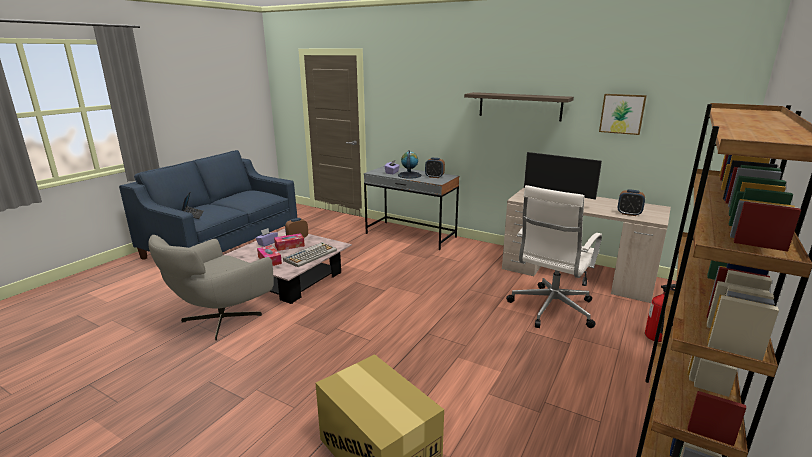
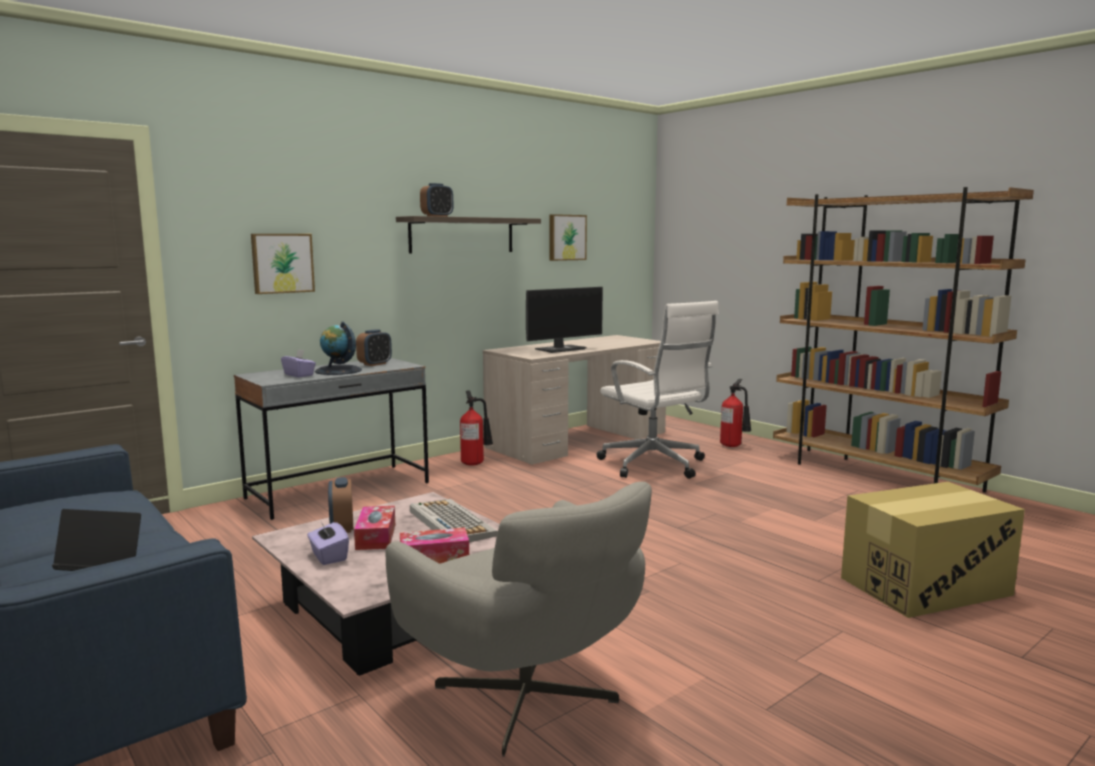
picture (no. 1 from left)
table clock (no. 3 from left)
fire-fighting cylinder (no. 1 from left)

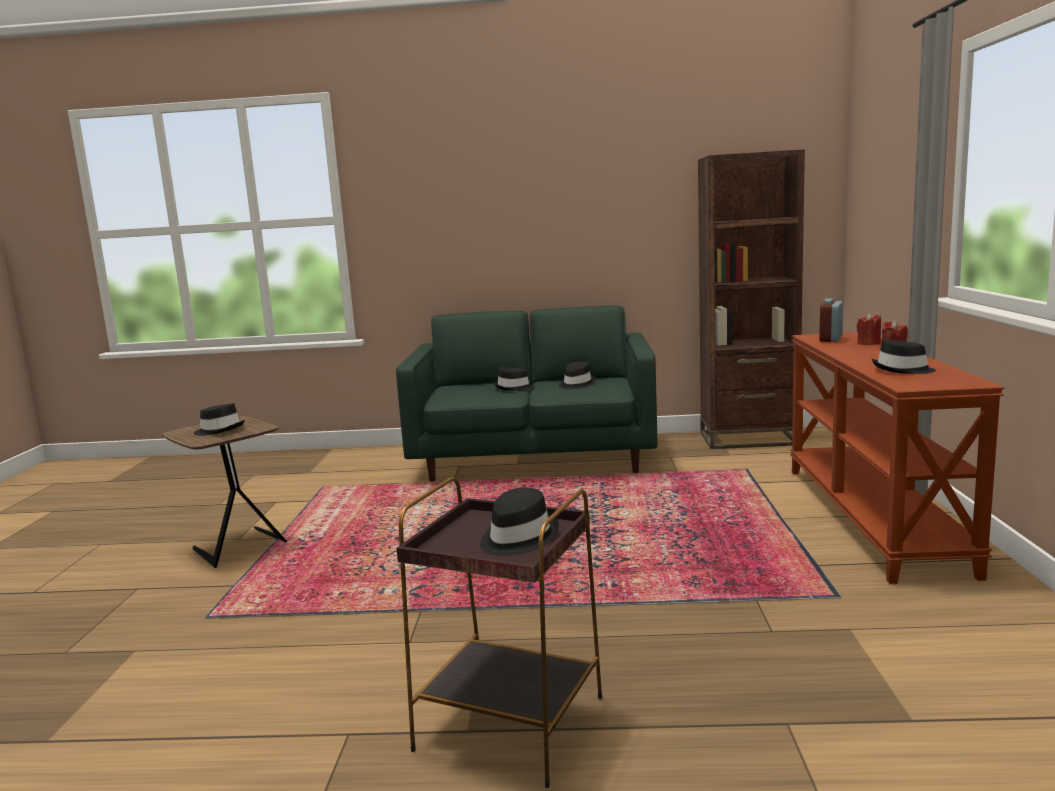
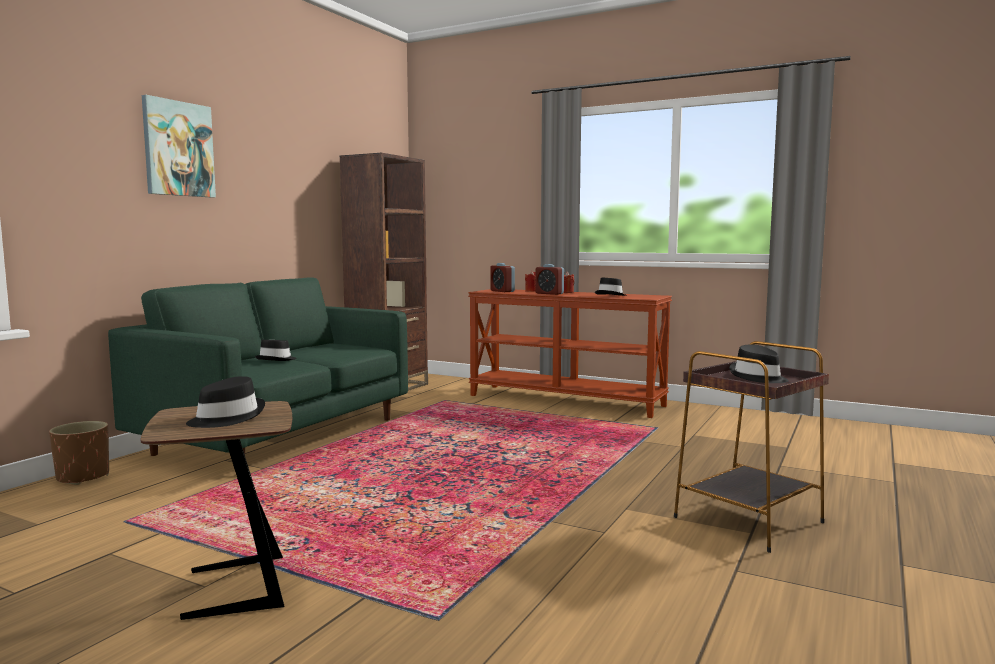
brown-coloured plant pot
picture
table clock (no. 2 from left)
black hat (no. 4 from left in the first image)

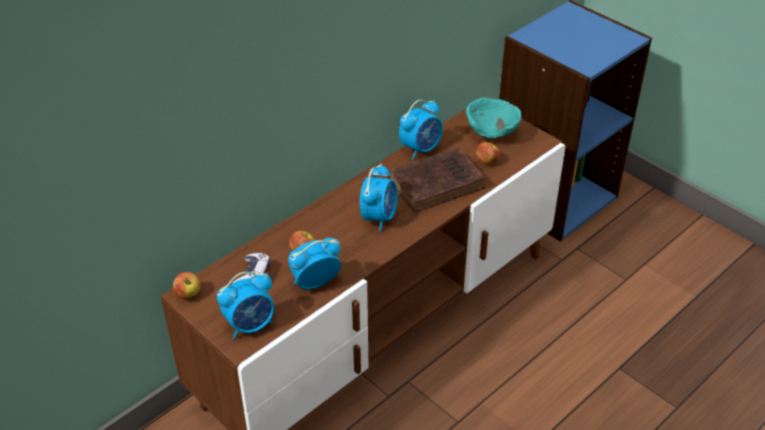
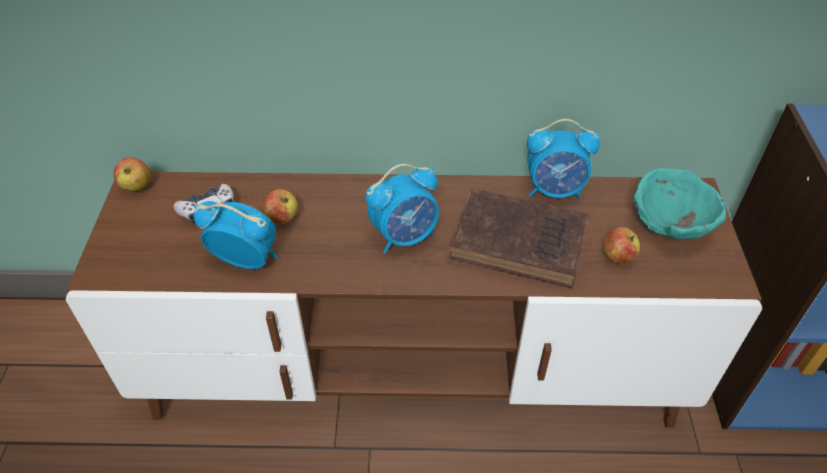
table clock (no. 1 from left in the first image)

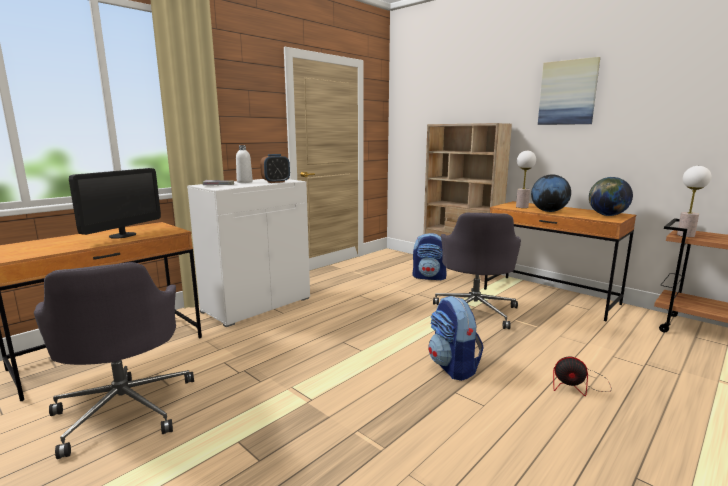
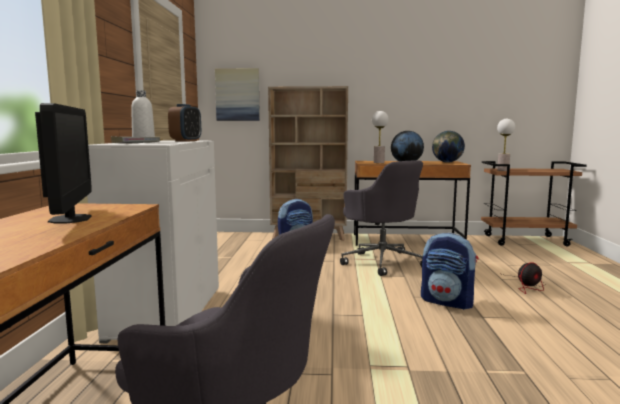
picture

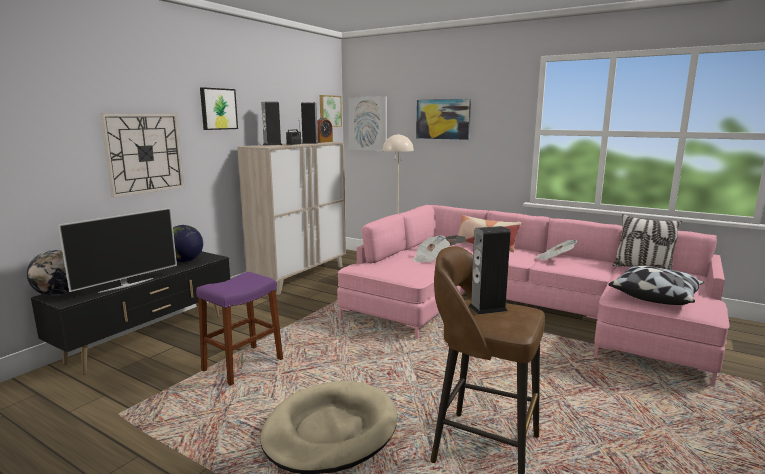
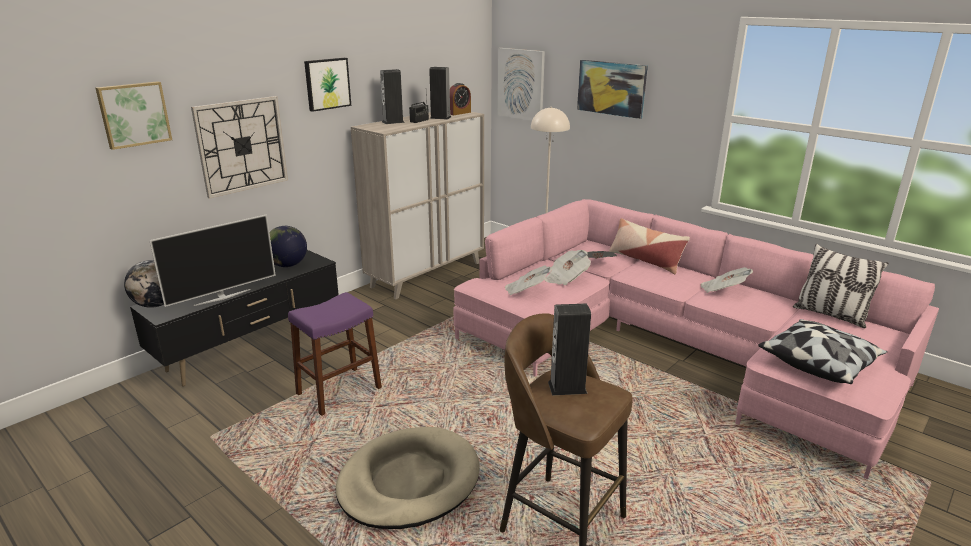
picture (no. 1 from left)
printed paper (no. 1 from left)

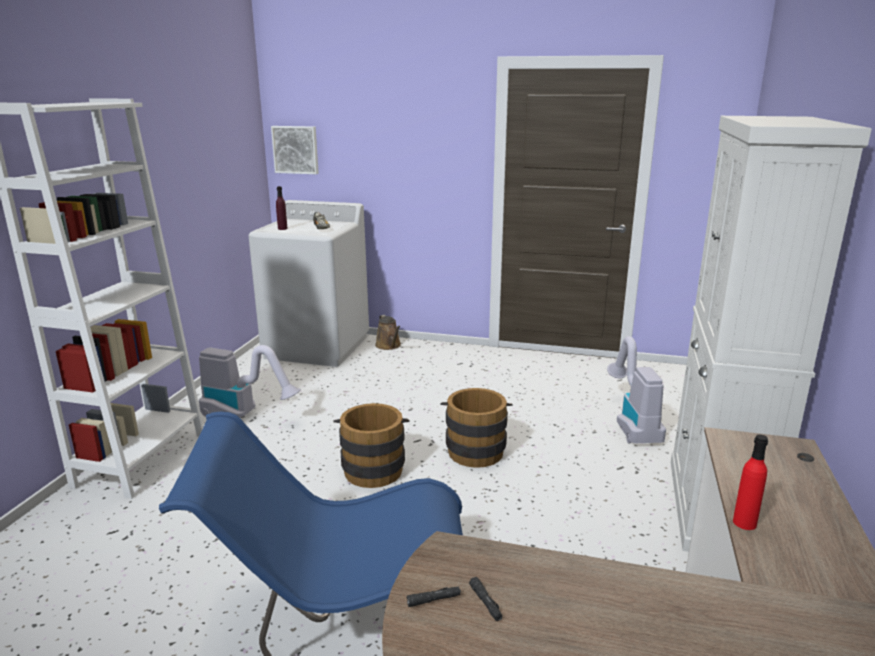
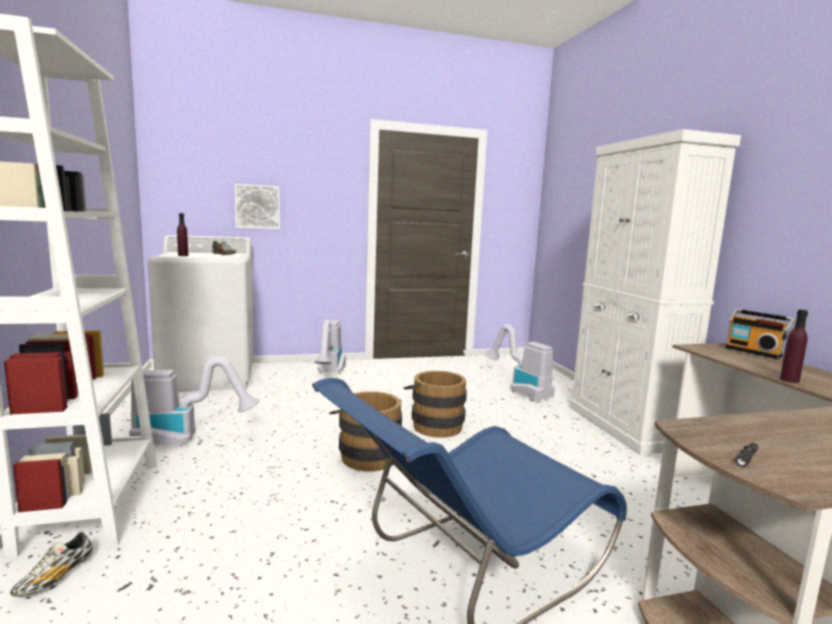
low shoe (no. 1 from left)
picture
hoover (no. 2 from left)
radio receiver
purplish bottle (no. 2 from left)
brown-coloured sprinkling can
black flashlight (no. 2 from left in the first image)

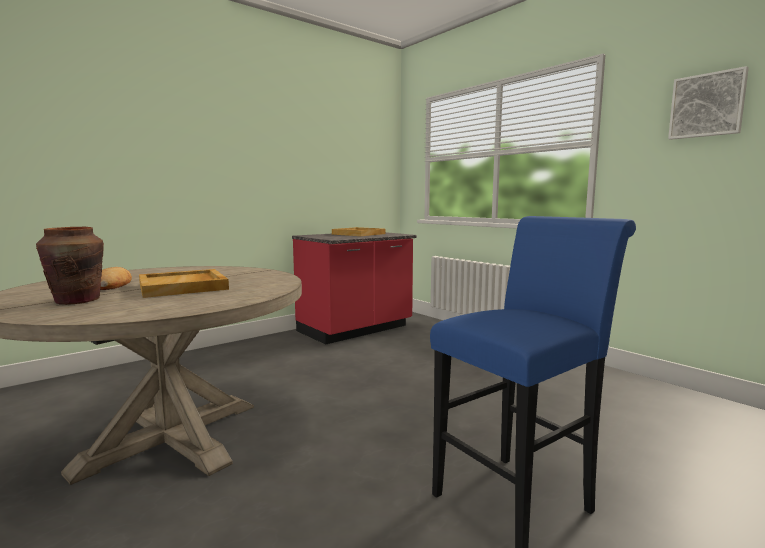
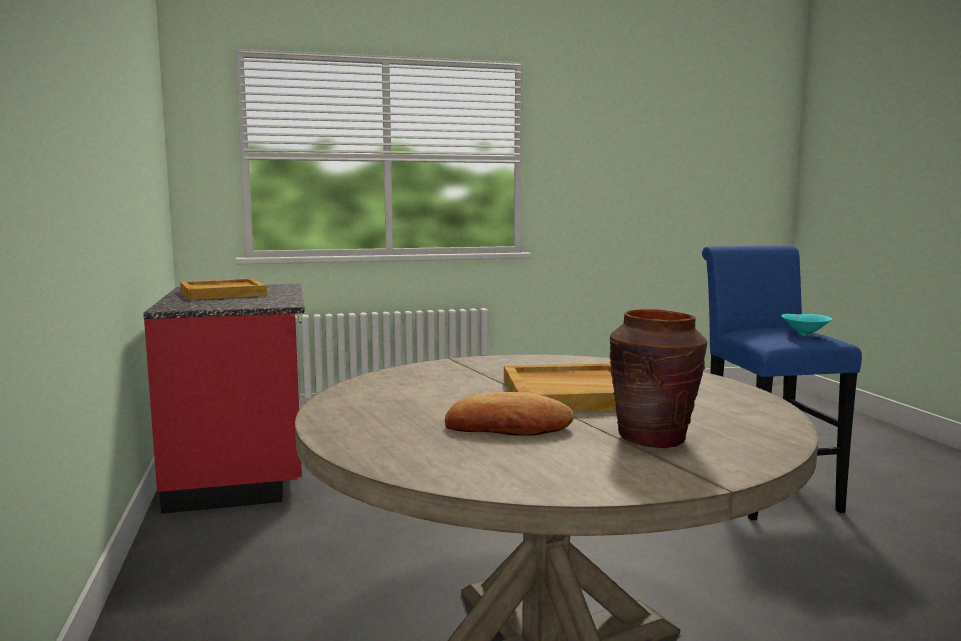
turquoise bowl
picture

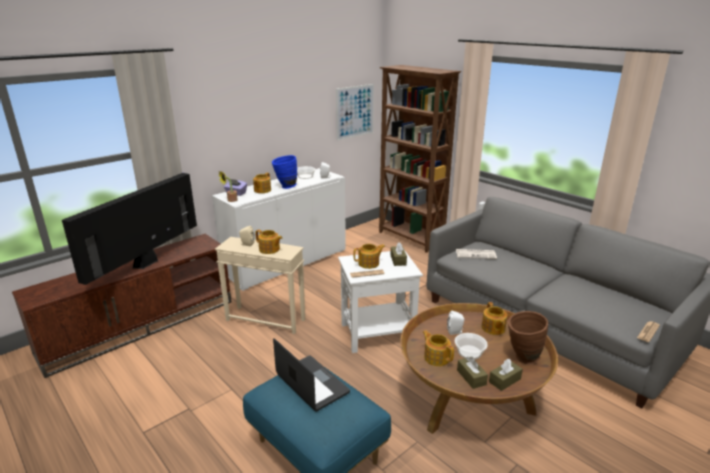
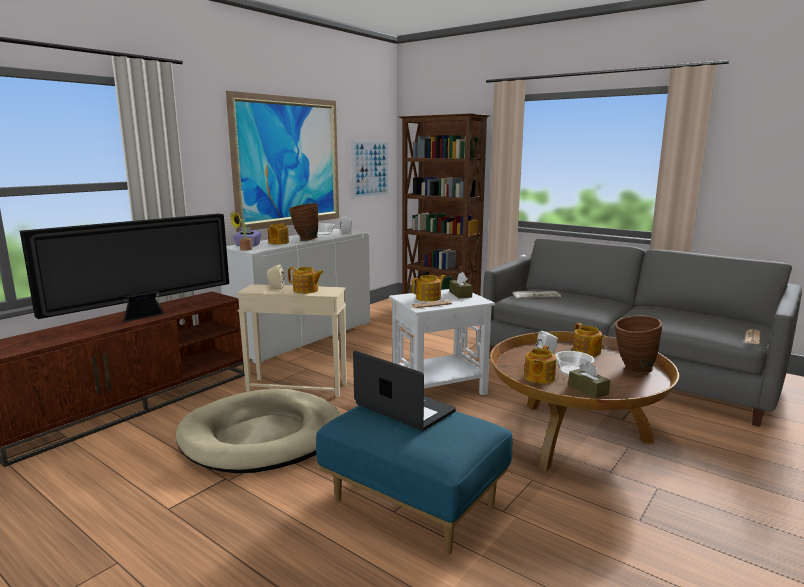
TV
sand-coloured dog bed
picture (no. 1 from left)
brown-coloured vase (no. 1 from left)
teapot (no. 4 from left)
brown-coloured tissue box (no. 3 from left in the first image)

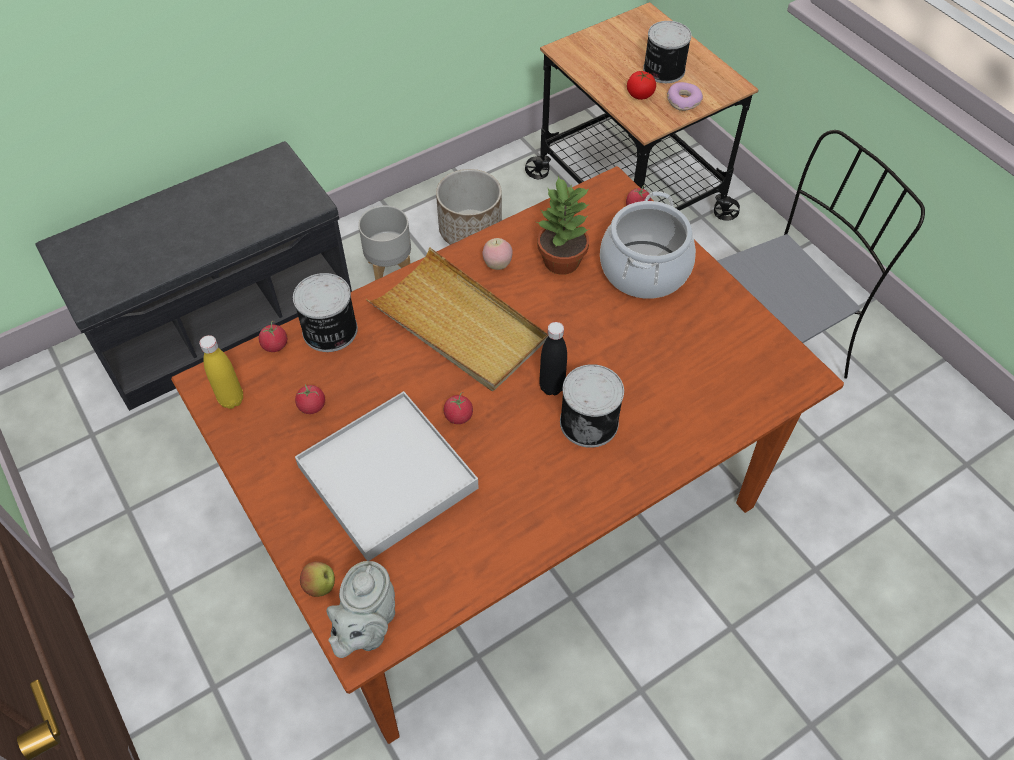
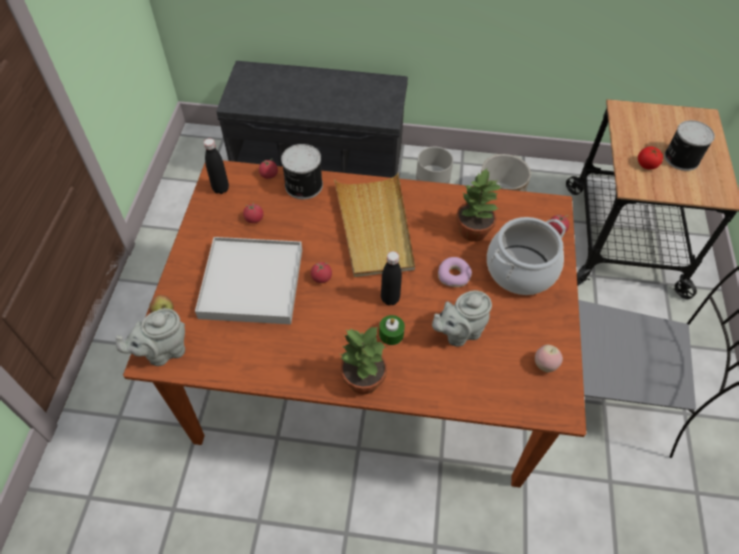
black bottle (no. 1 from left)
houseplant (no. 1 from left)
green wax candle
grey teapot (no. 2 from left)
ring doughnut
apple (no. 2 from left)

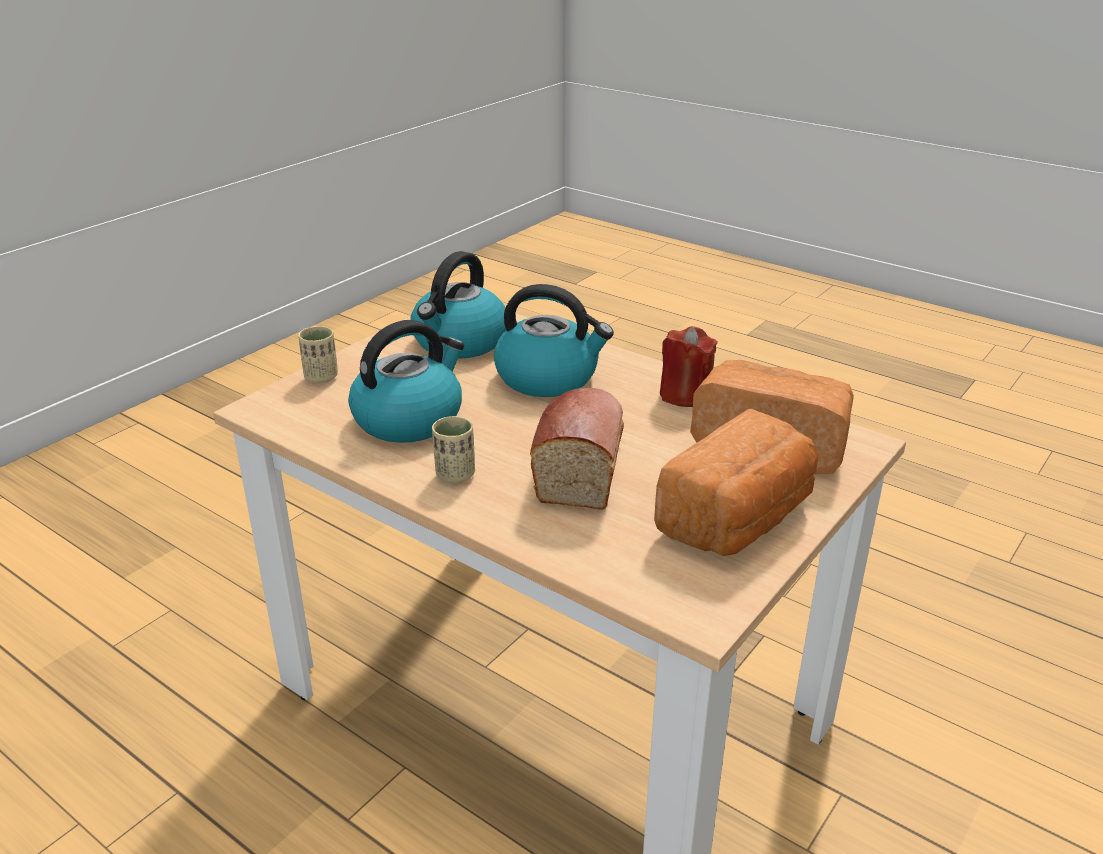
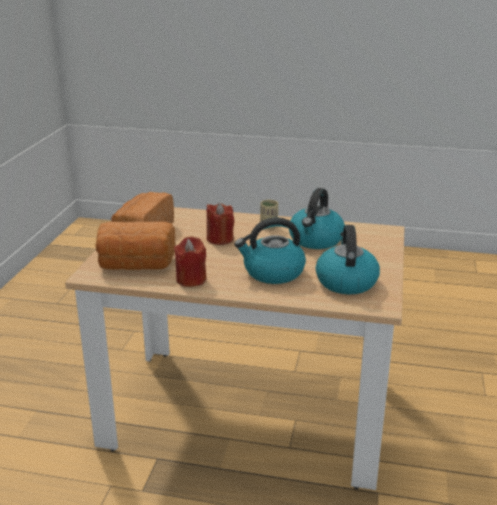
red wax candle (no. 2 from left)
sand-coloured cup (no. 1 from left in the first image)

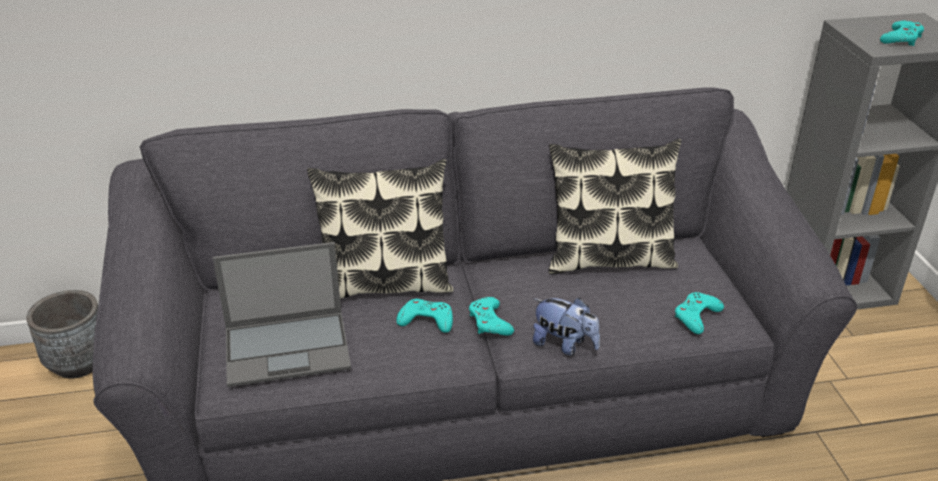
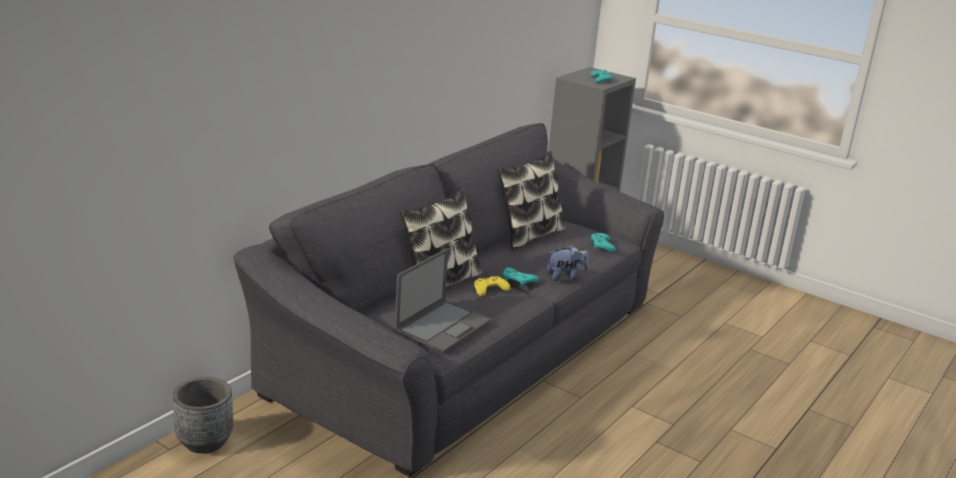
yellow joypad

